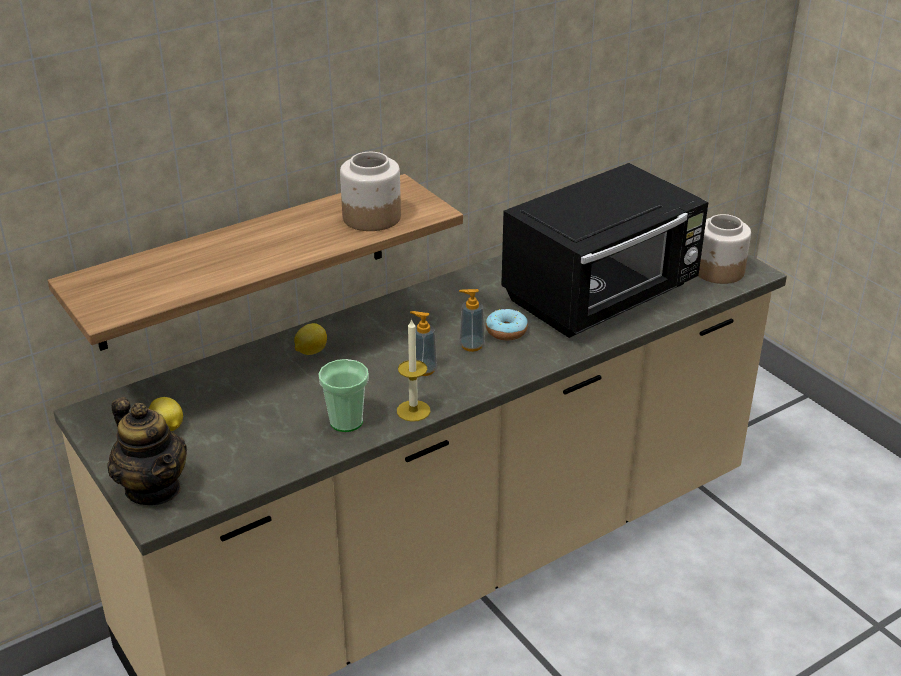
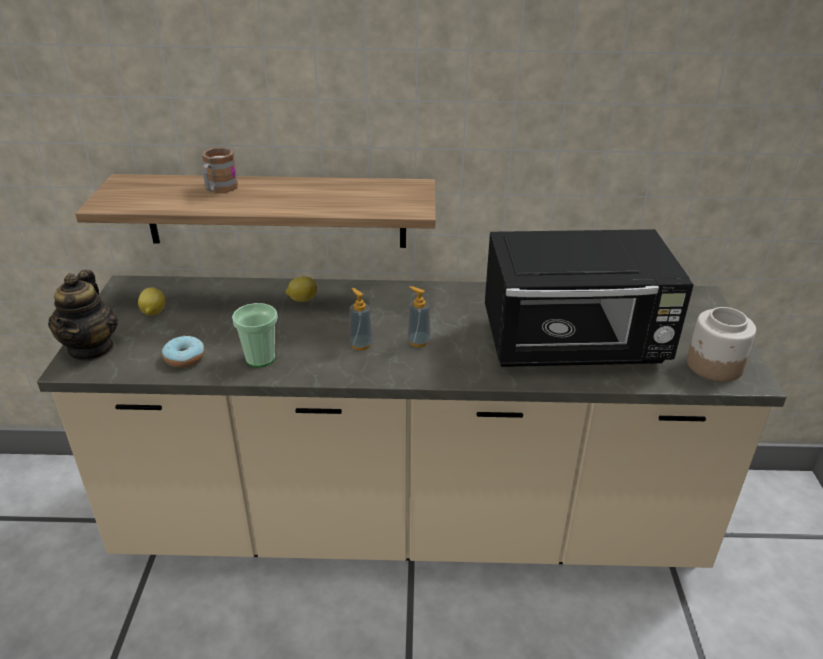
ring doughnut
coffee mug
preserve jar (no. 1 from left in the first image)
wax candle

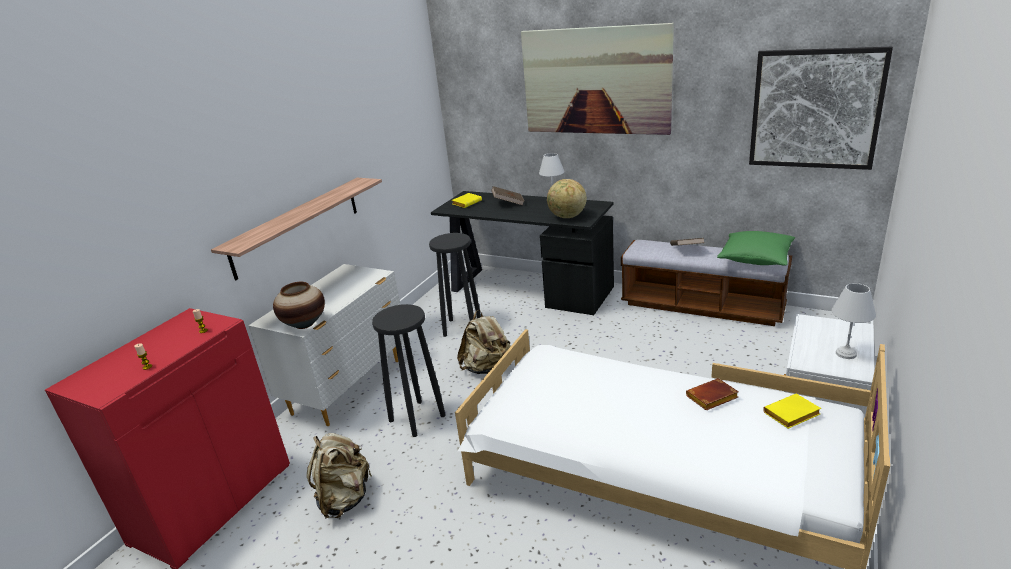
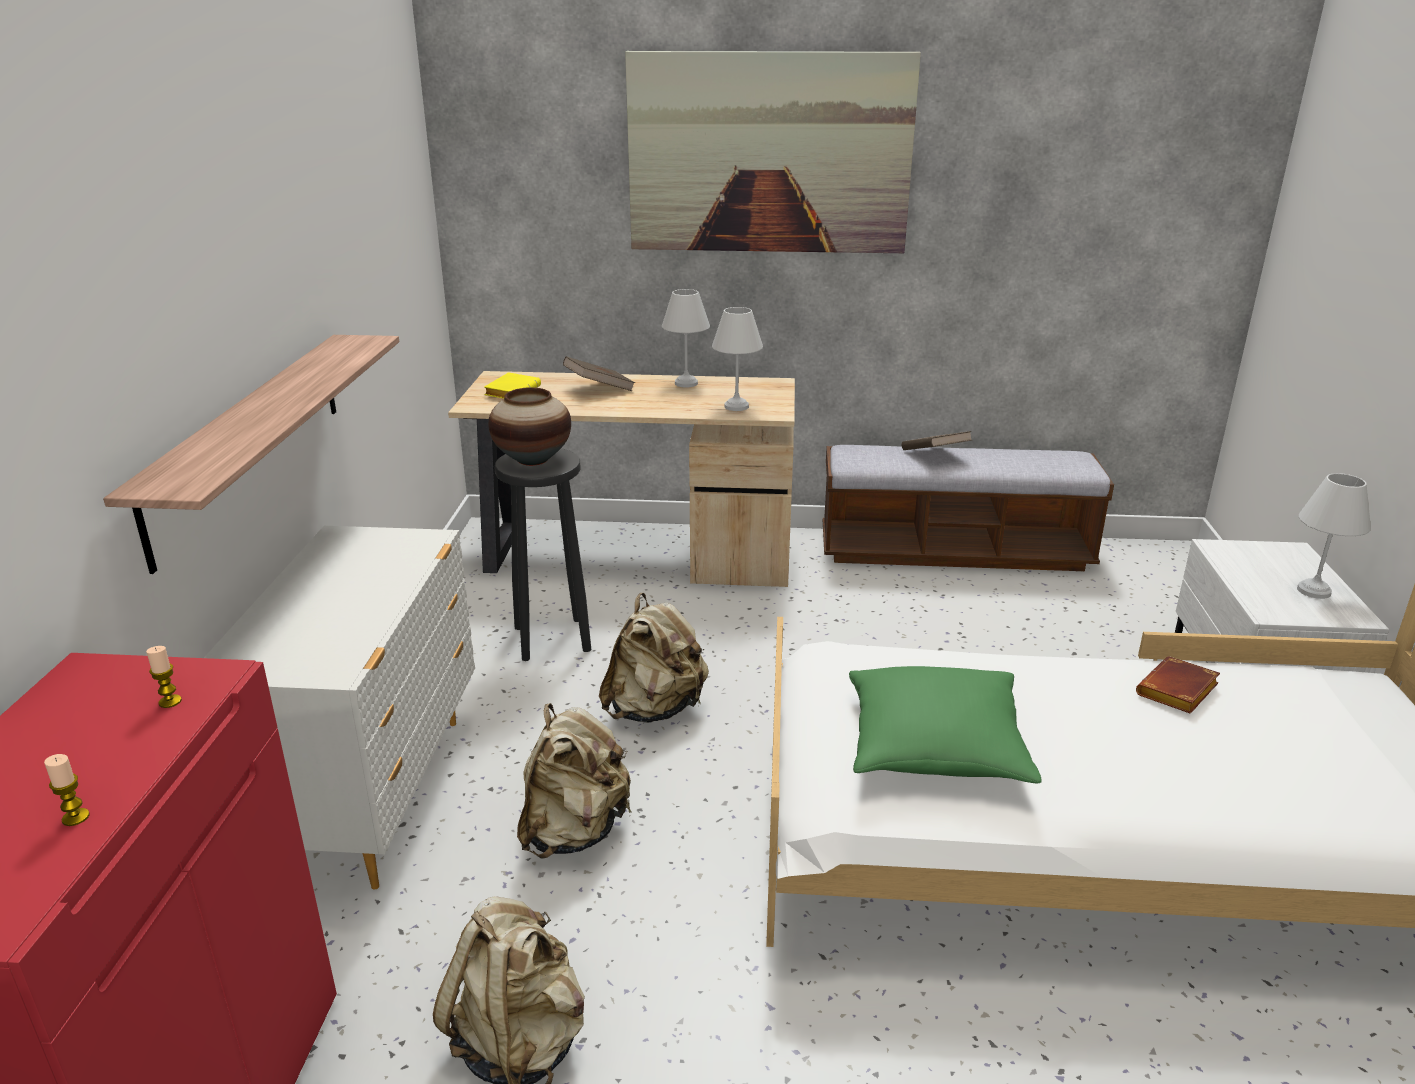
sand-coloured desk table
vase
sand-coloured rucksack (no. 2 from left)
white-coloured table lamp (no. 2 from left)
green throw pillow
picture (no. 2 from left in the first image)
yellow book (no. 2 from left in the first image)

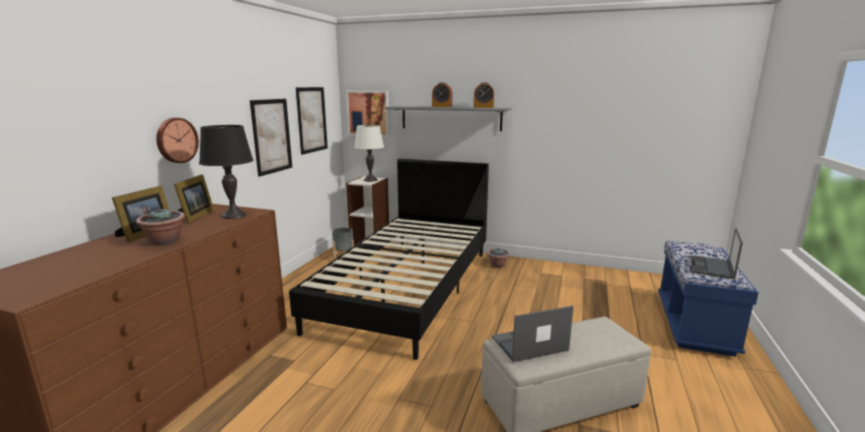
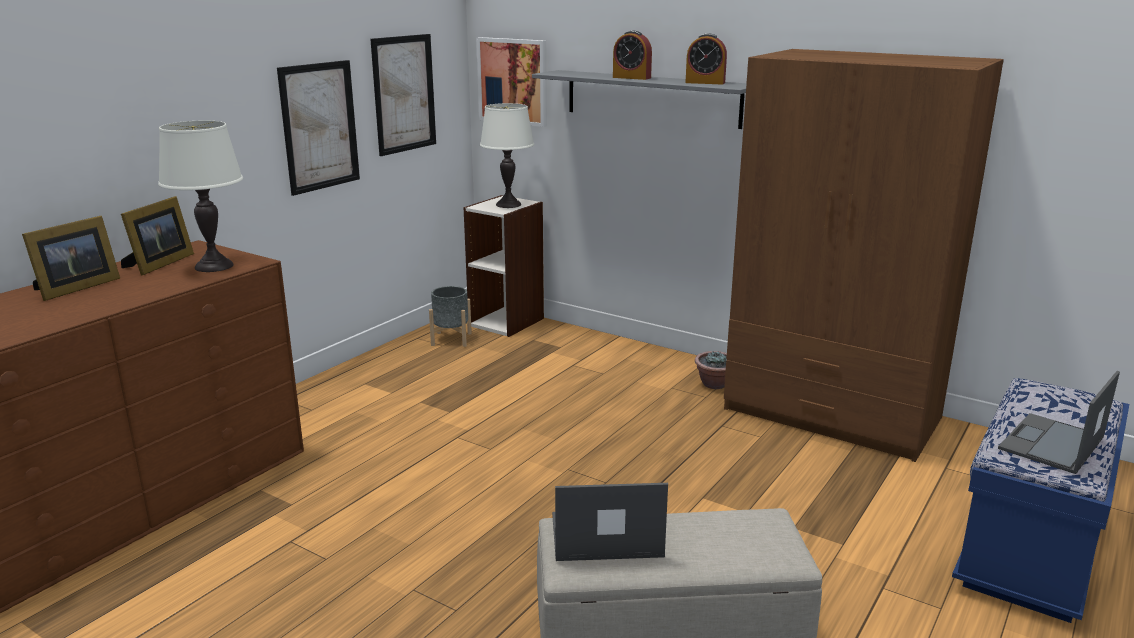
white-coloured table lamp (no. 1 from left)
brown-coloured wardrobe
houseplant (no. 1 from left in the first image)
clock on the wall
black bed

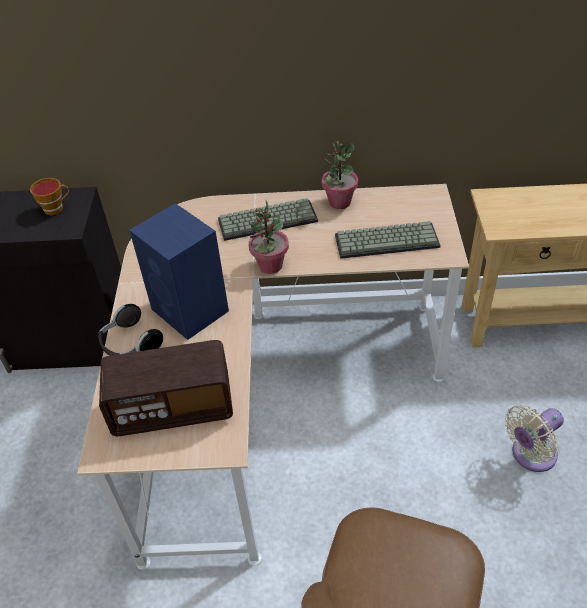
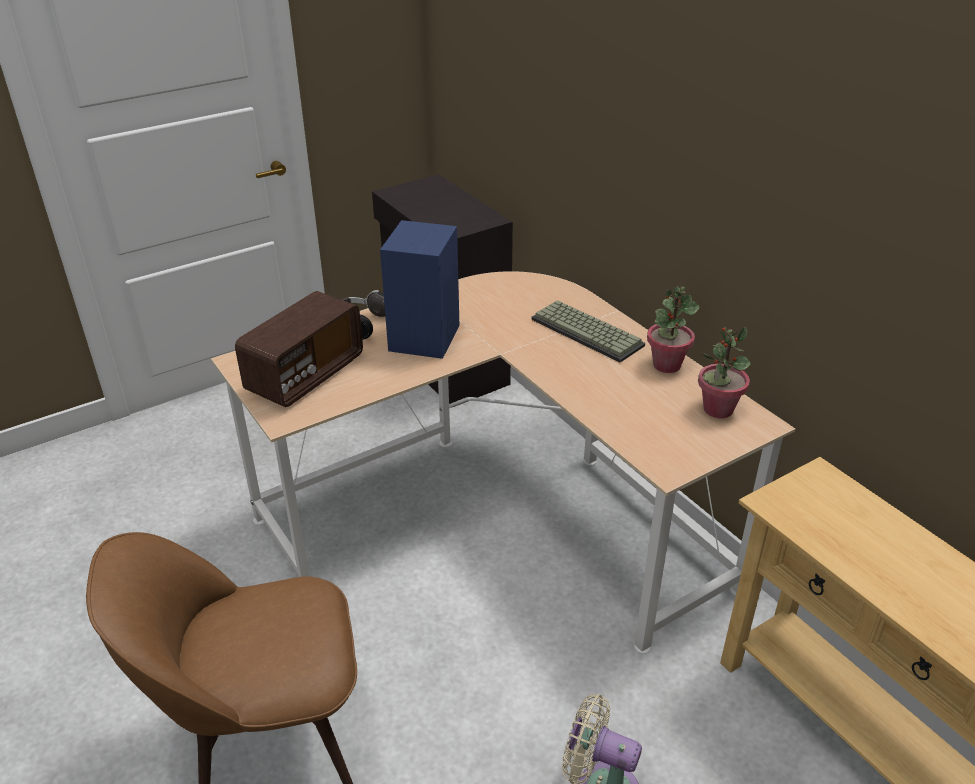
radio receiver
houseplant (no. 2 from left)
cup
keyboard (no. 2 from left in the first image)

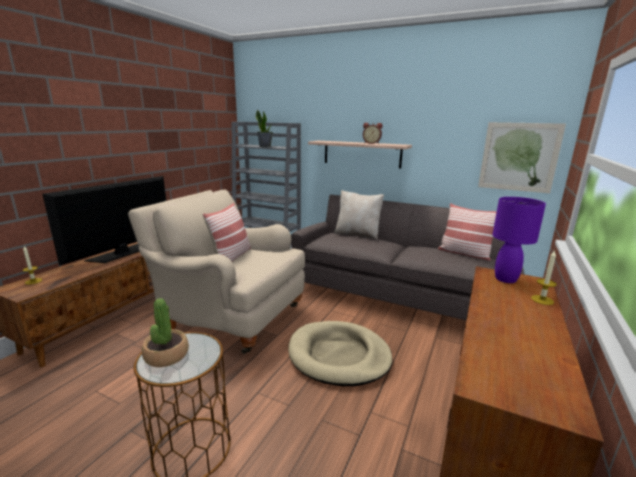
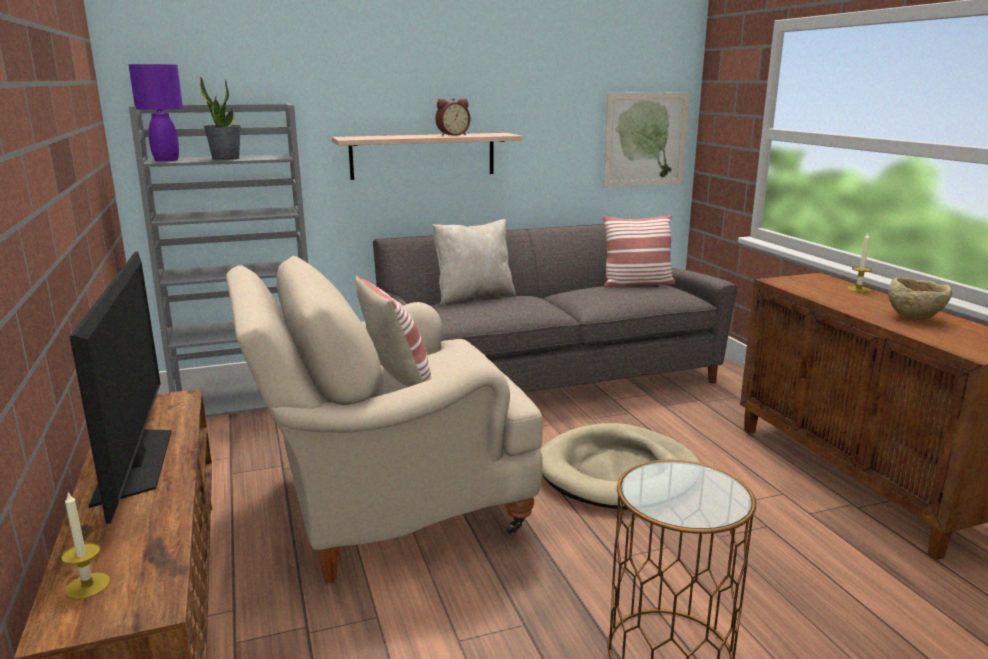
purplish table lamp
sand-coloured bowl
houseplant (no. 1 from left in the first image)

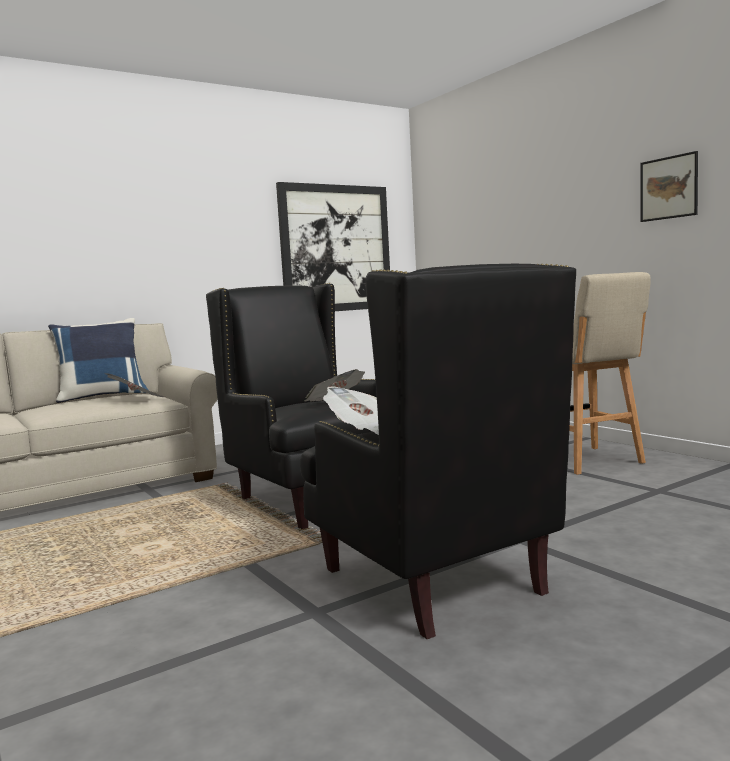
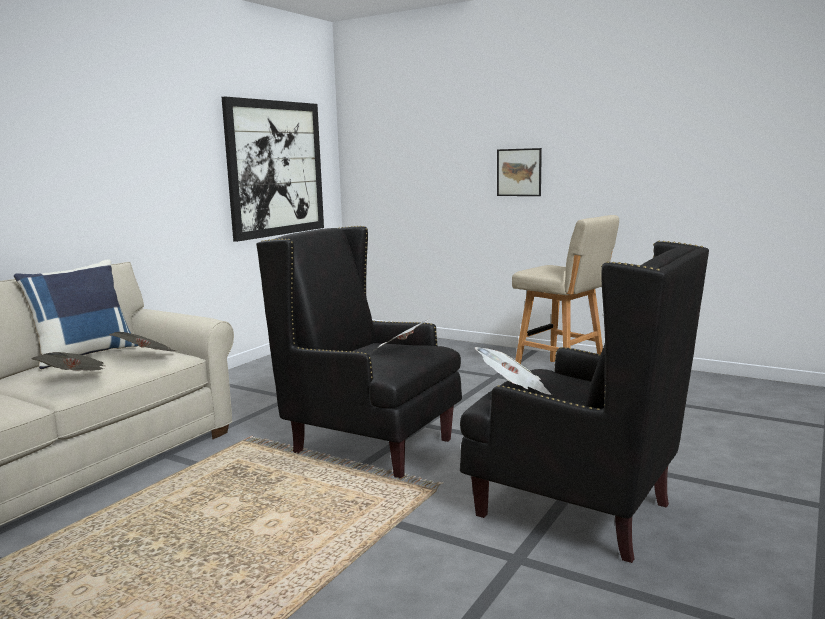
printed paper (no. 1 from left)
picture (no. 2 from left)

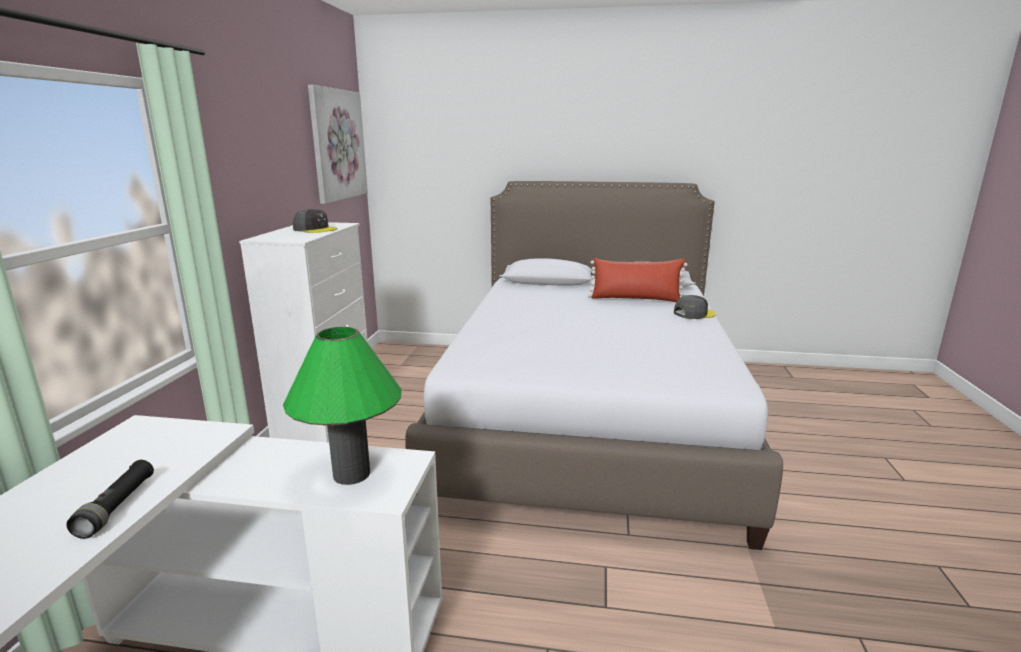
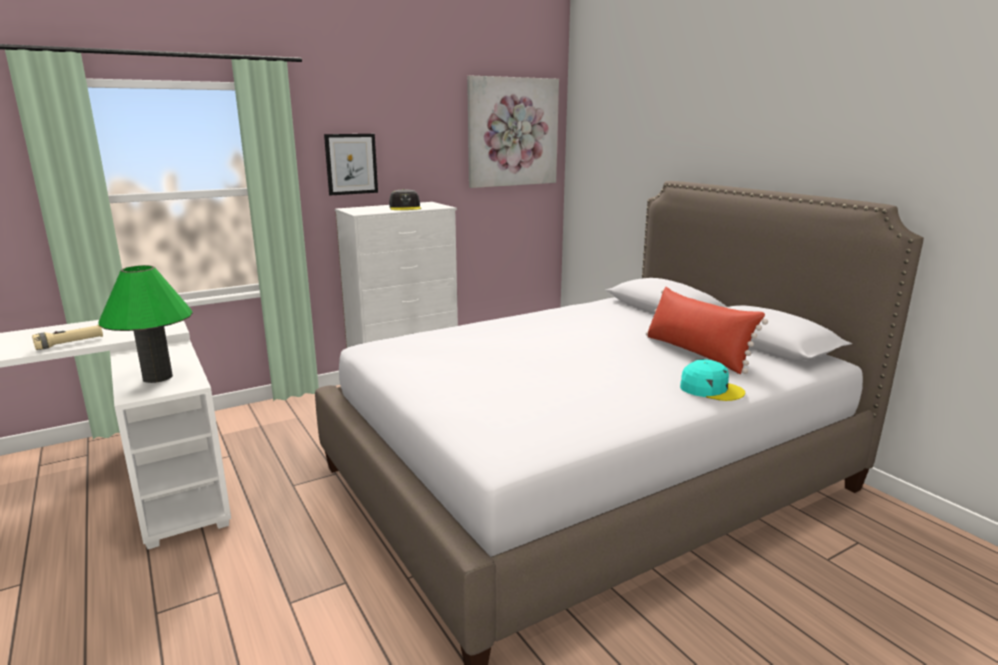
sand-coloured flashlight
picture (no. 1 from left)
turquoise peaked cap

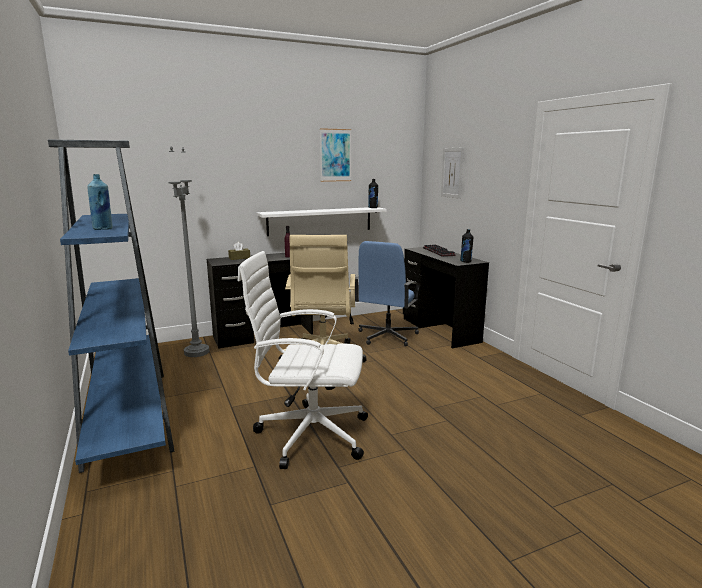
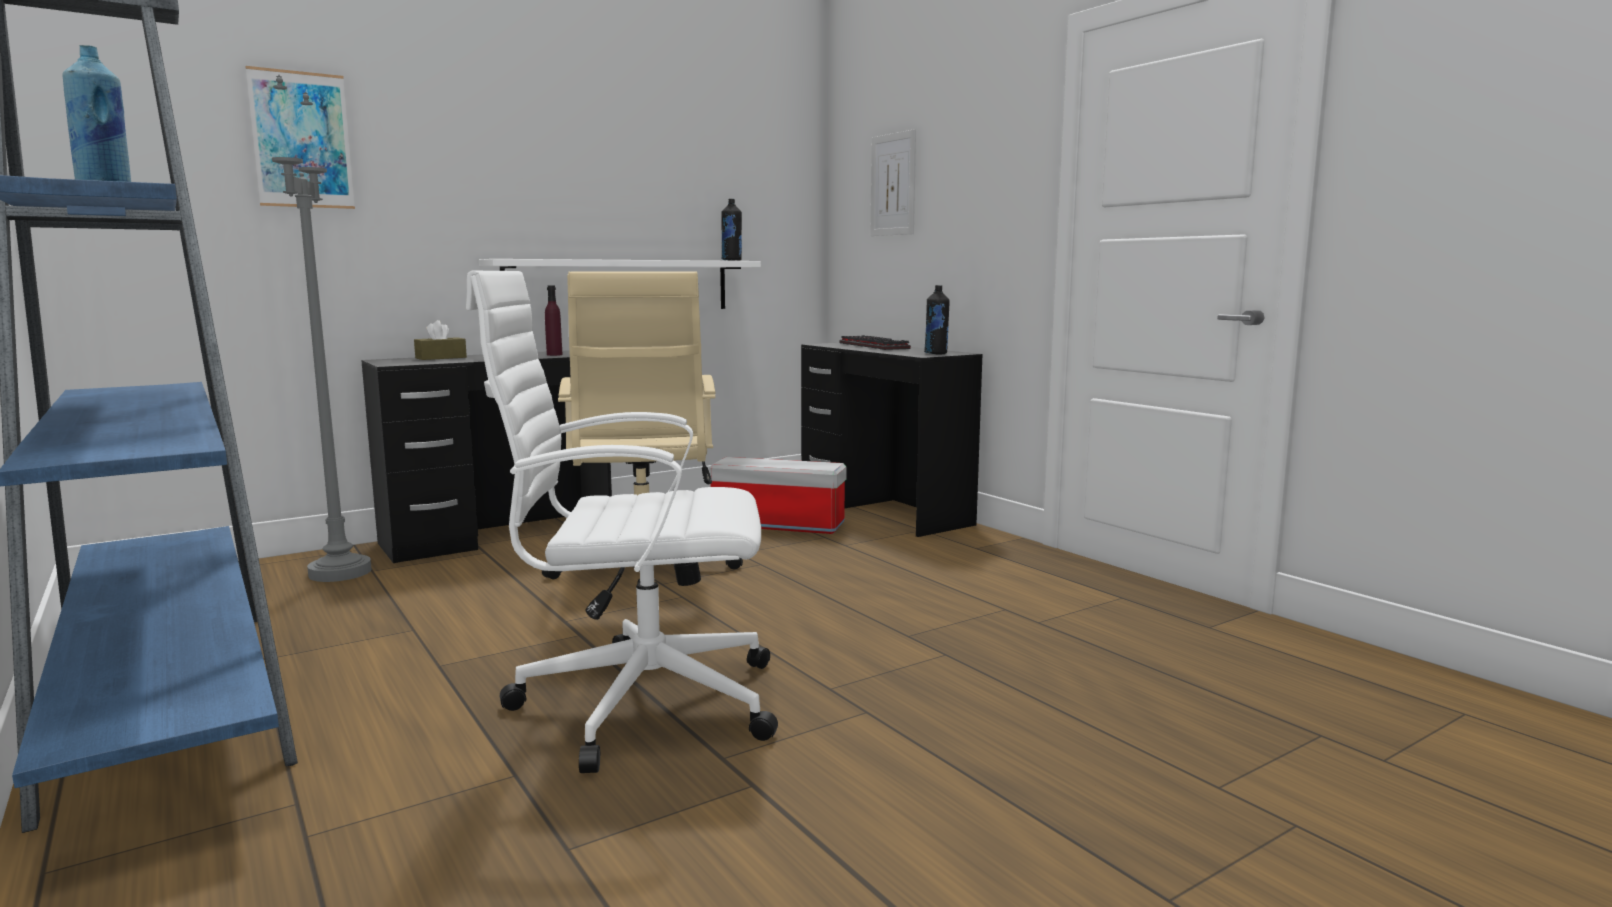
picture (no. 1 from left)
storage container

